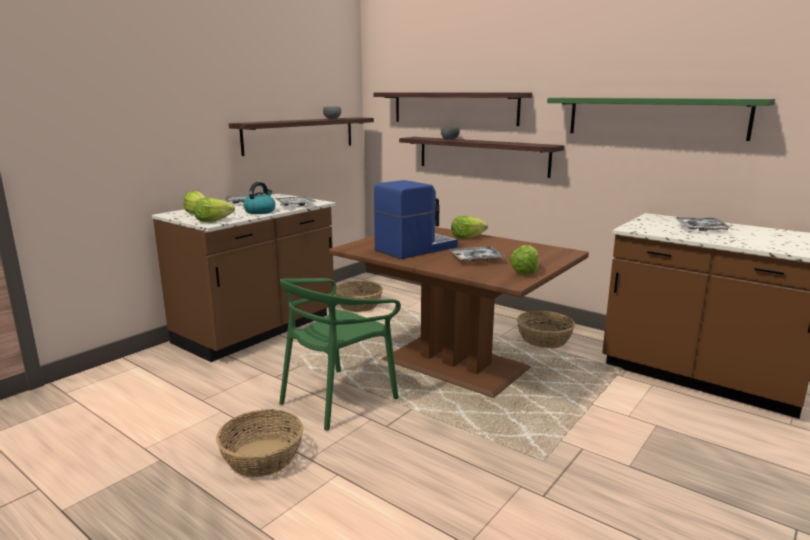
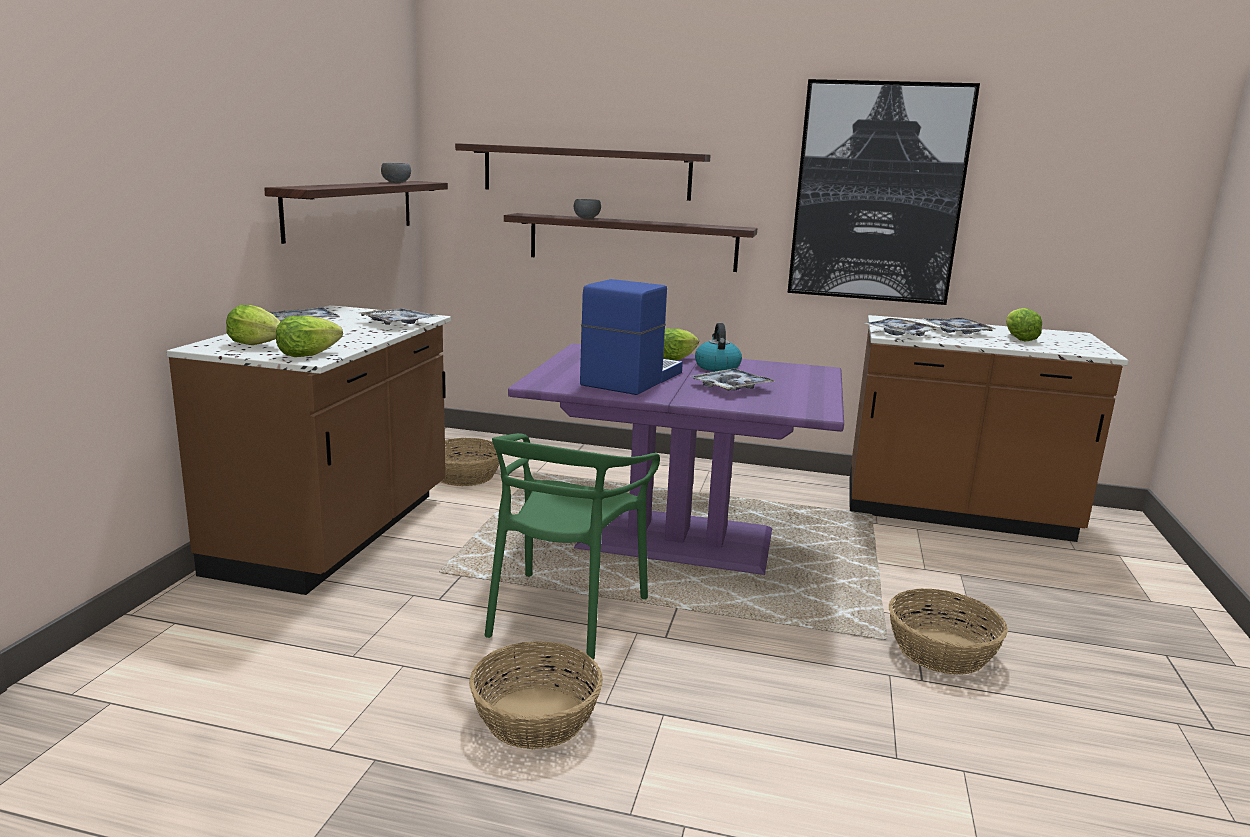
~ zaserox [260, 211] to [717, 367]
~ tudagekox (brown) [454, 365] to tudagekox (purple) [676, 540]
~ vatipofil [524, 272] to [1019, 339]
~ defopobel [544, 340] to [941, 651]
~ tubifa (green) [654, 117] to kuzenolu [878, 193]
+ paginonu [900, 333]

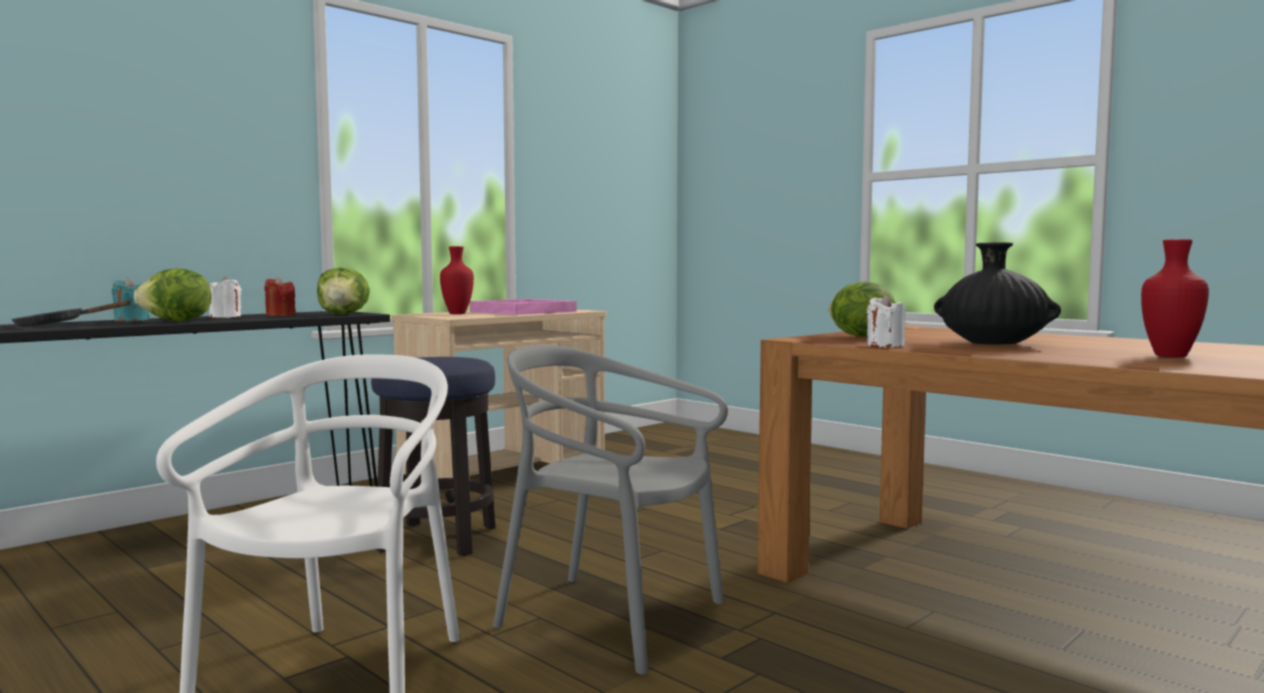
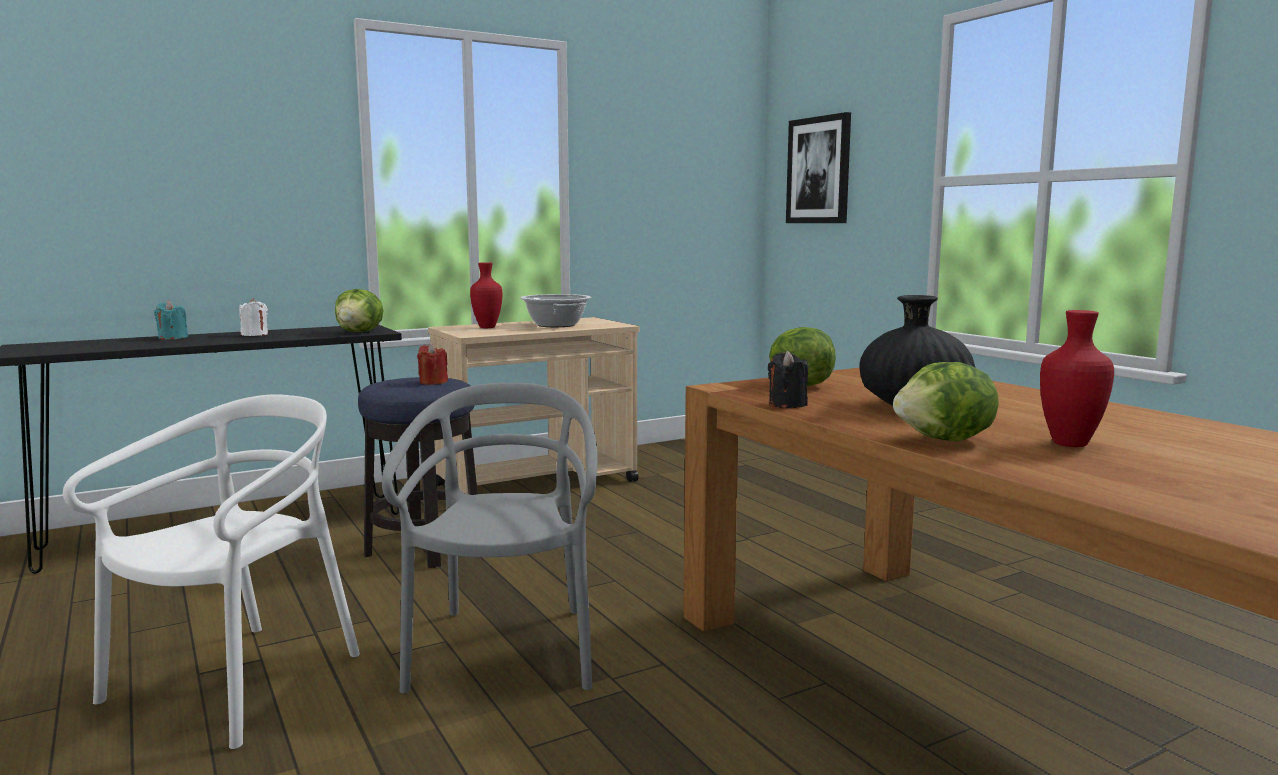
- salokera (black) [57, 325]
~ vatipofil [177, 321] to [946, 440]
~ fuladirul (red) [280, 315] to [433, 382]
~ paginonu (pink) [524, 311] to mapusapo [556, 325]
~ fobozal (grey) [611, 618] = [506, 650] 45 degrees clockwise
~ fuladirul (white) [885, 346] to fuladirul (black) [787, 404]
+ kuzenolu [819, 170]

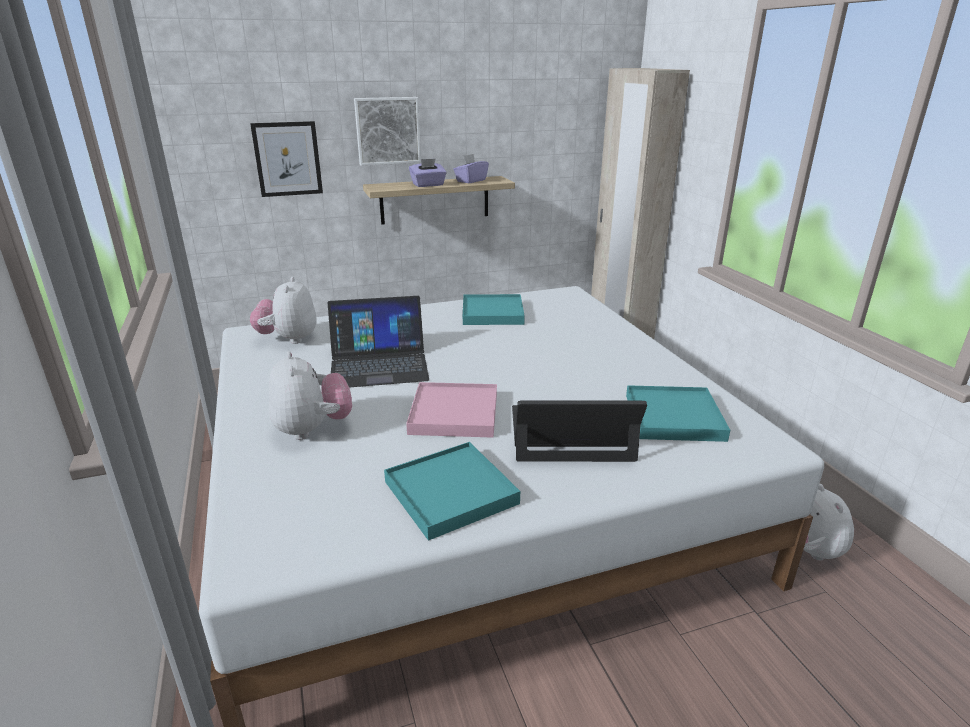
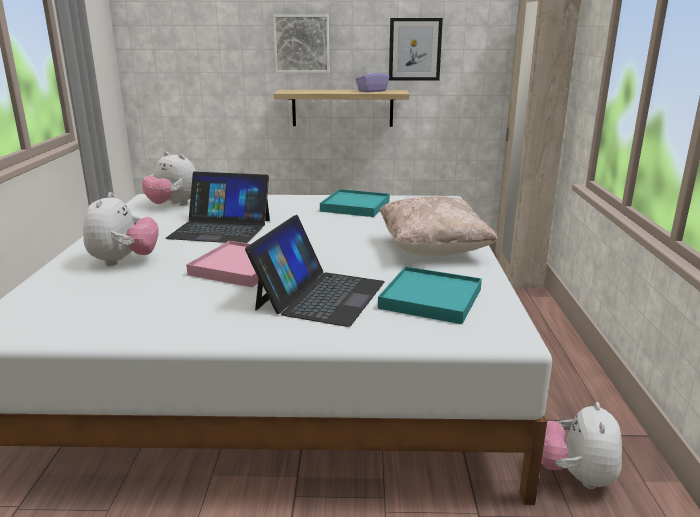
~ kuzenolu [287, 159] to [415, 49]
~ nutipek [288, 339] = [173, 205] 75 degrees counterclockwise
- paginonu (turquoise) [450, 492]
- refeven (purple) [428, 185]
~ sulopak [570, 434] = [320, 295] 90 degrees clockwise
+ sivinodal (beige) [433, 250]

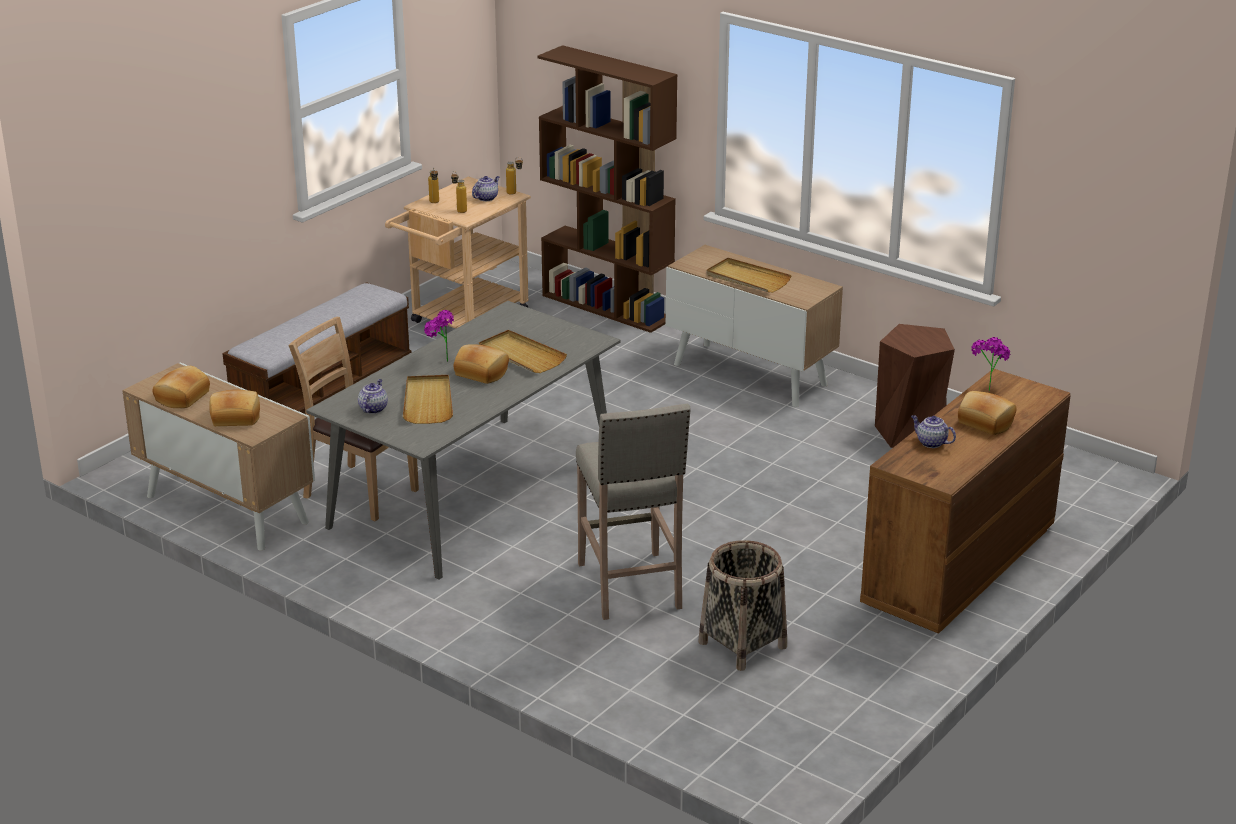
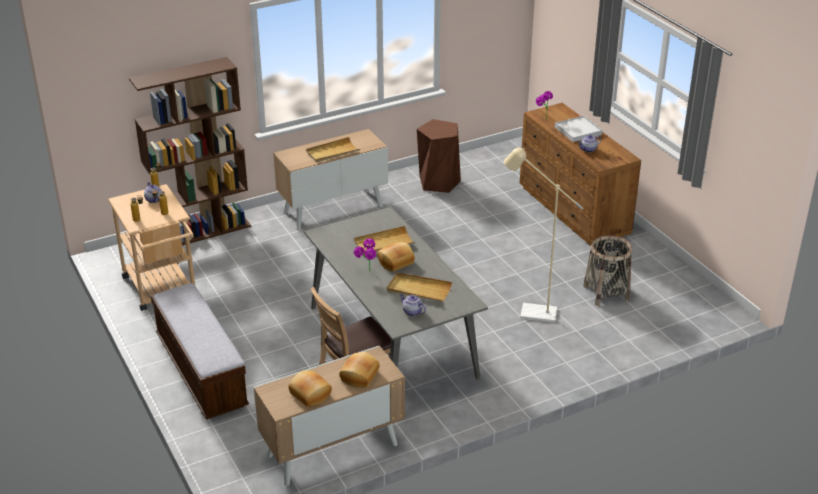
~ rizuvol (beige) [630, 587] to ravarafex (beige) [531, 313]
~ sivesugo [985, 423] to paginonu (white) [578, 131]

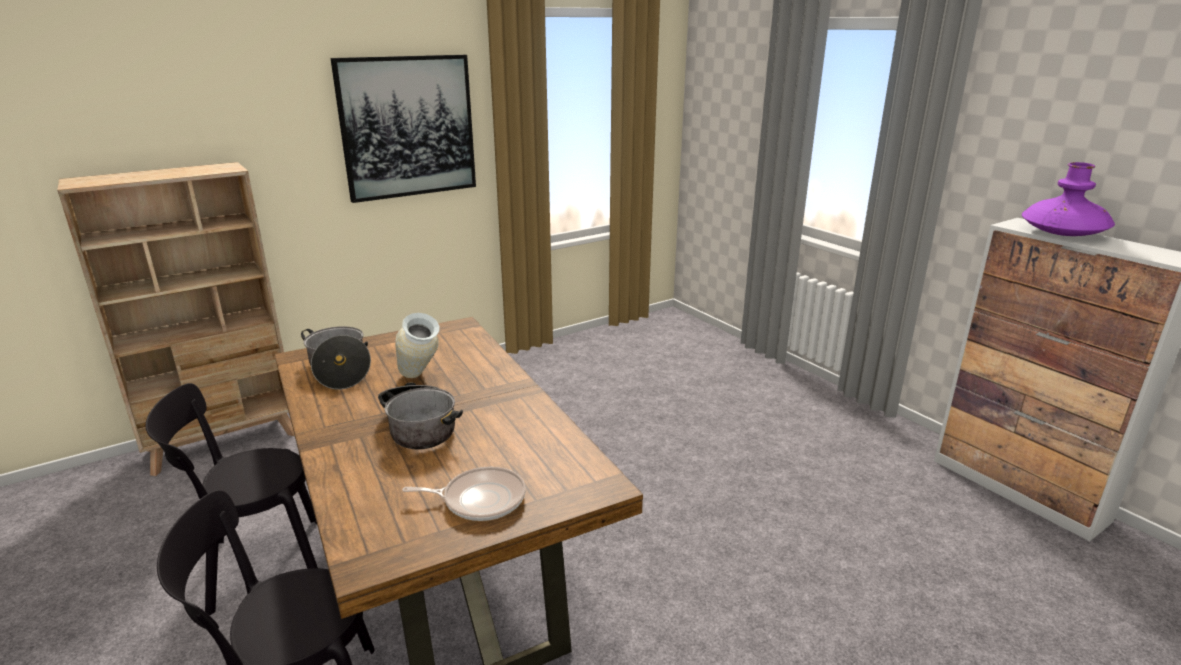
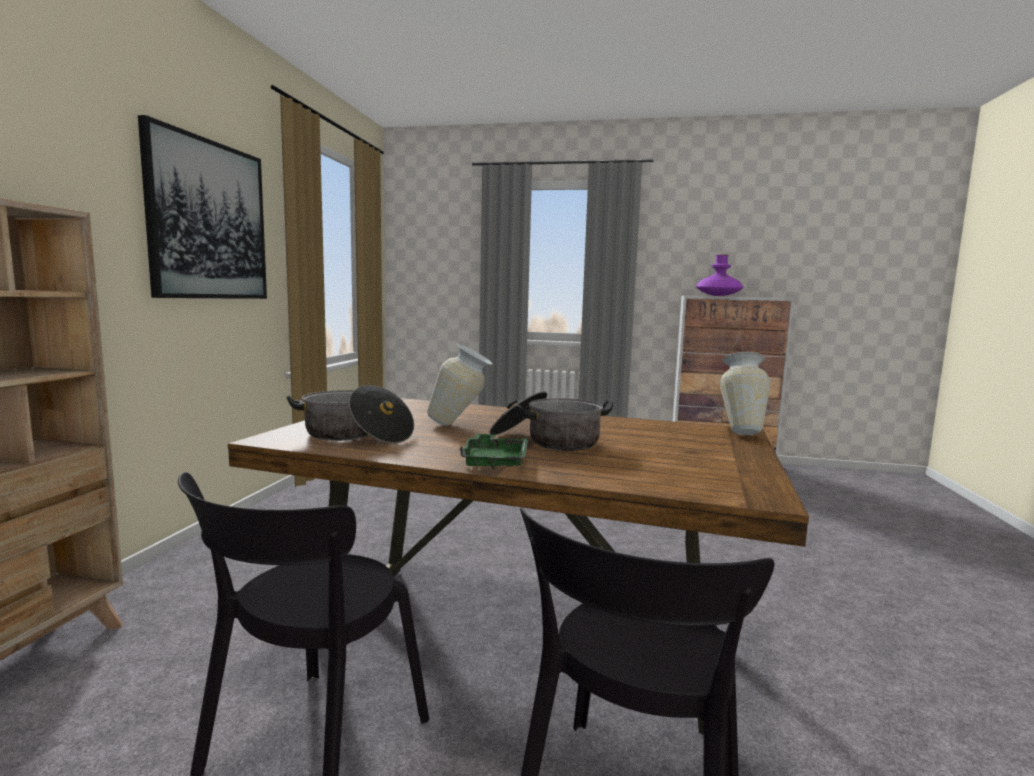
- salokera [480, 499]
+ paginonu (green) [494, 461]
+ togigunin [741, 432]

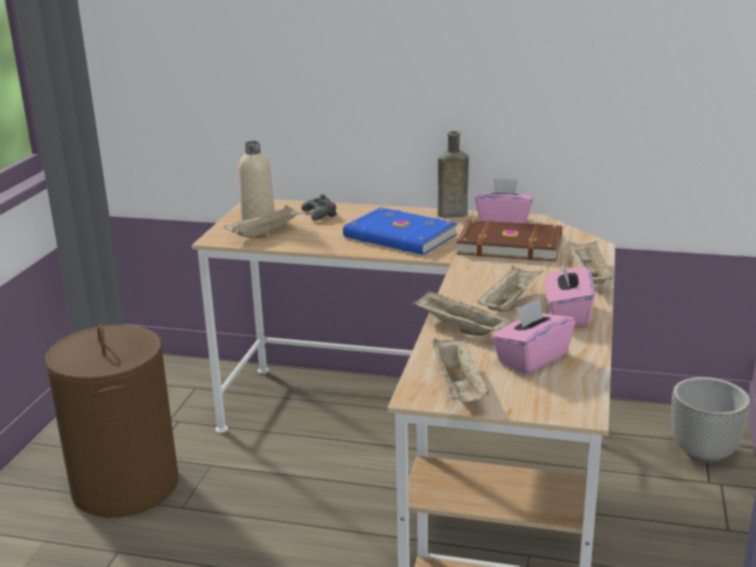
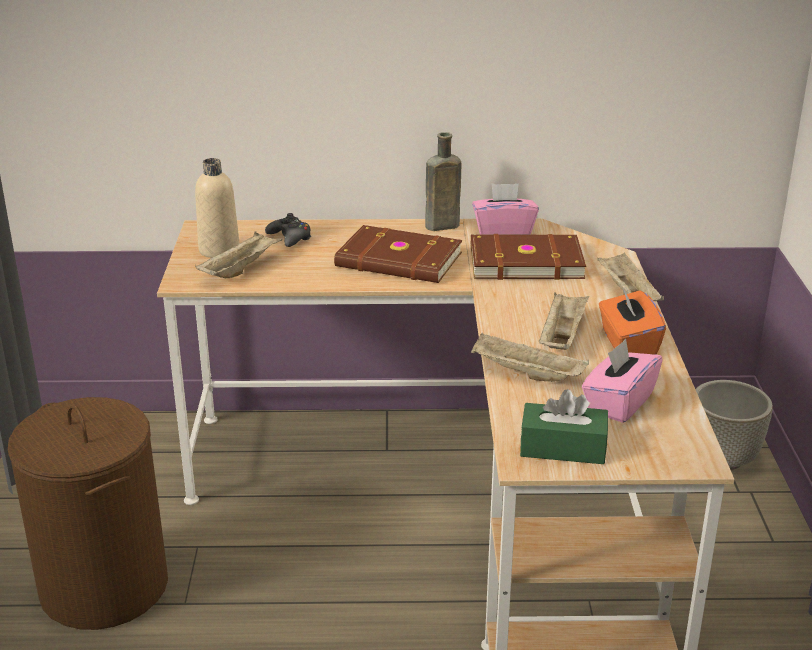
~ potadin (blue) [399, 237] to potadin (brown) [399, 261]
~ paginonu (beige) [459, 388] to refeven (green) [563, 448]
~ refeven (pink) [567, 313] to refeven (orange) [627, 344]

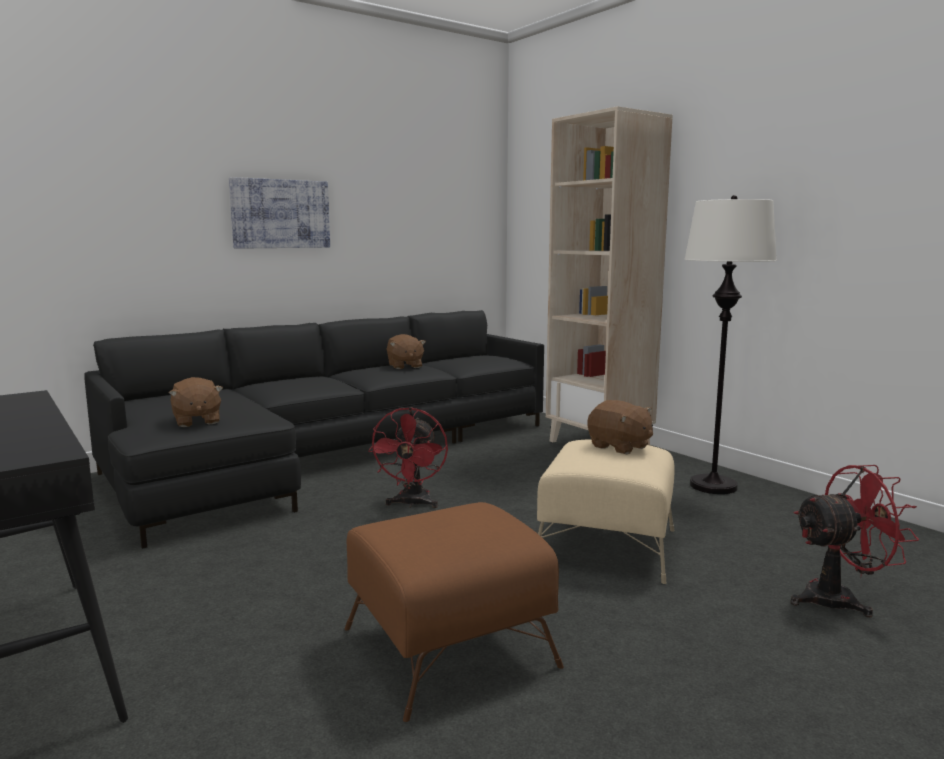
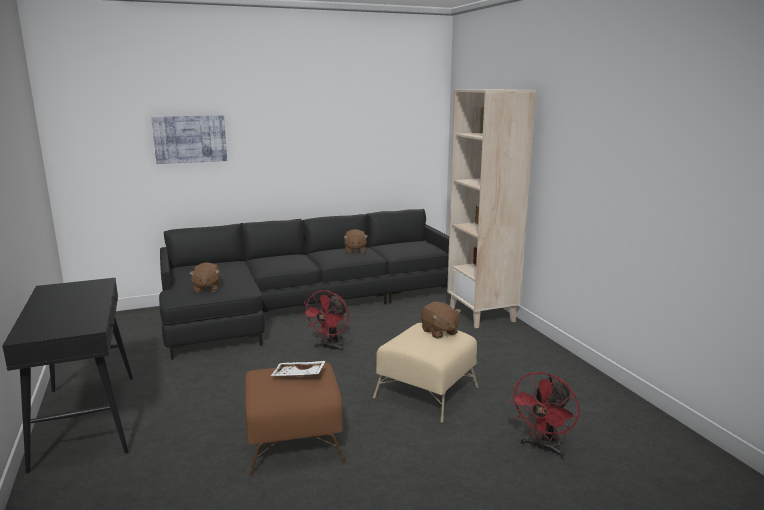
~ kuzenolu [280, 214] to [190, 139]
- ravarafex (white) [712, 486]
~ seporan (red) [840, 599] = [543, 448] 120 degrees clockwise
+ paginonu (white) [298, 375]

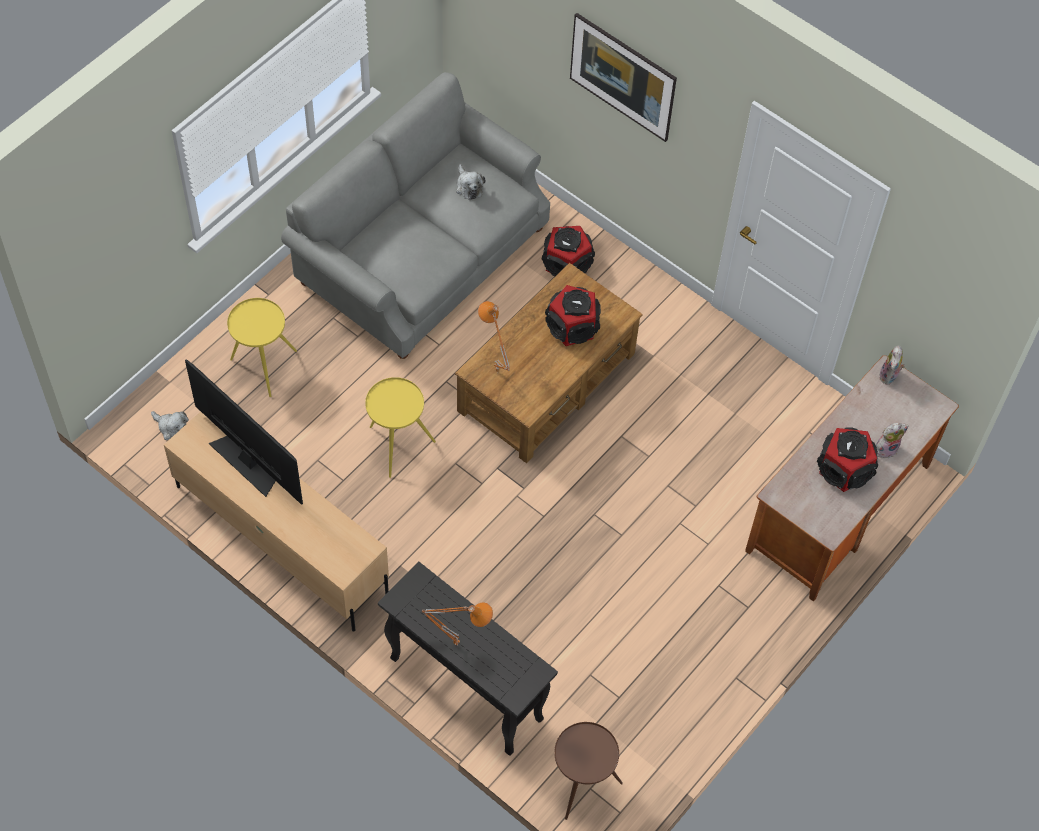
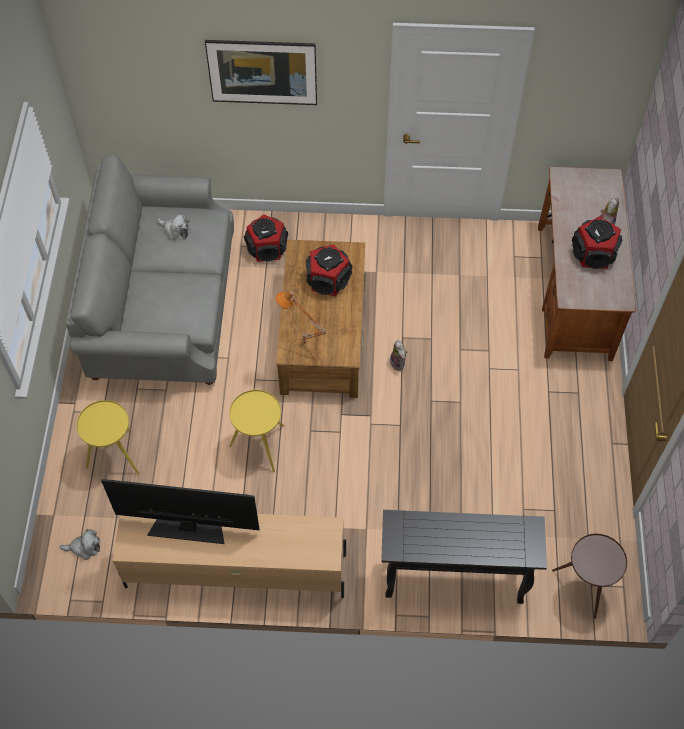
- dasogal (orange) [457, 643]
~ nutipek [889, 376] to [399, 363]

